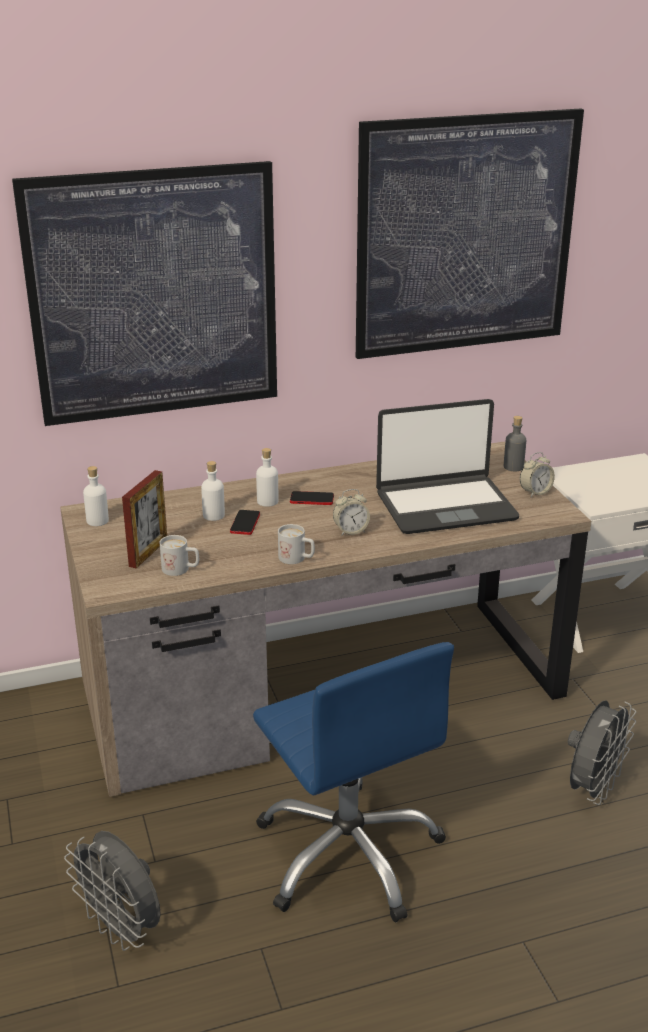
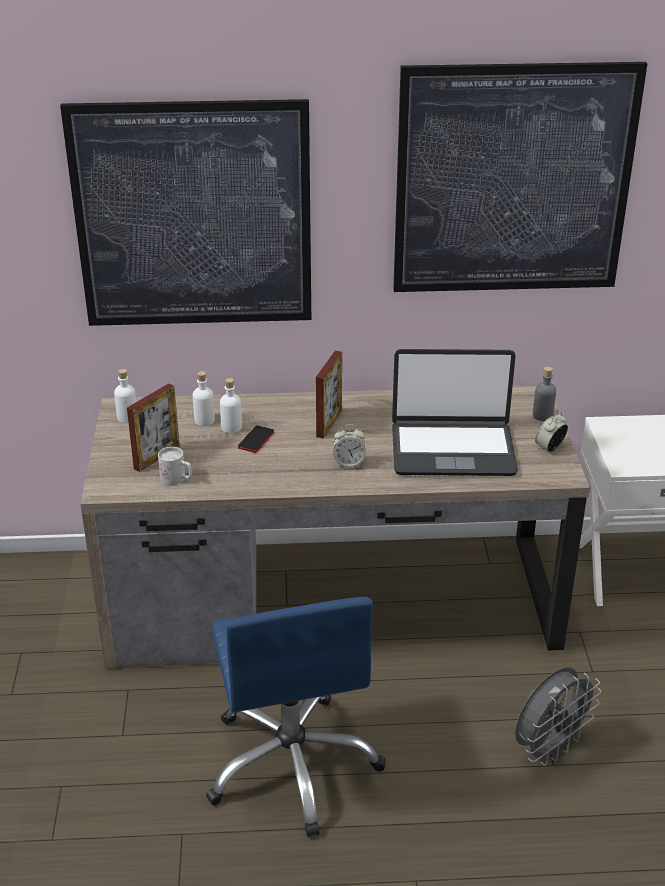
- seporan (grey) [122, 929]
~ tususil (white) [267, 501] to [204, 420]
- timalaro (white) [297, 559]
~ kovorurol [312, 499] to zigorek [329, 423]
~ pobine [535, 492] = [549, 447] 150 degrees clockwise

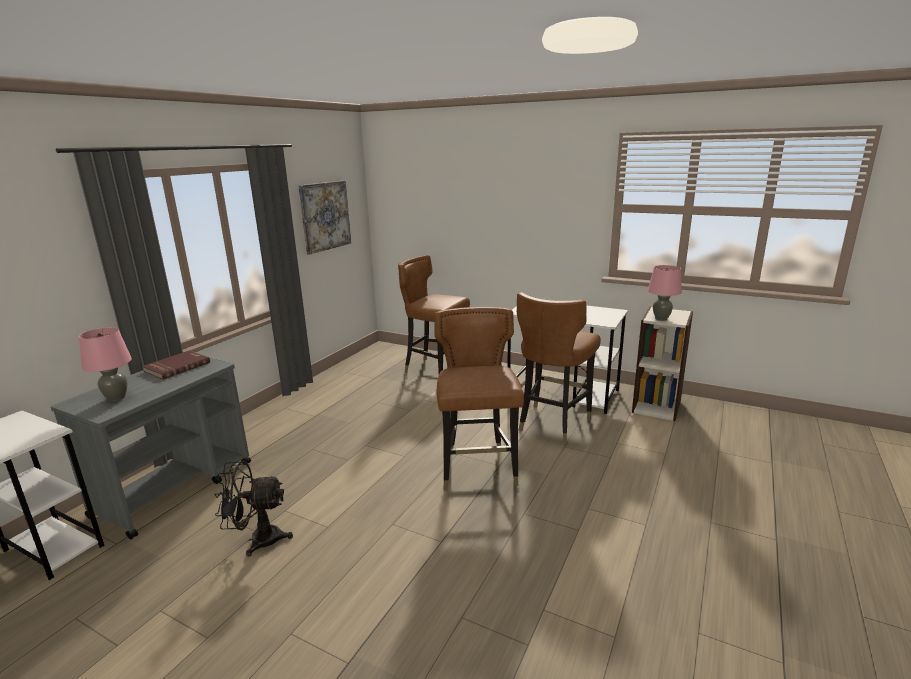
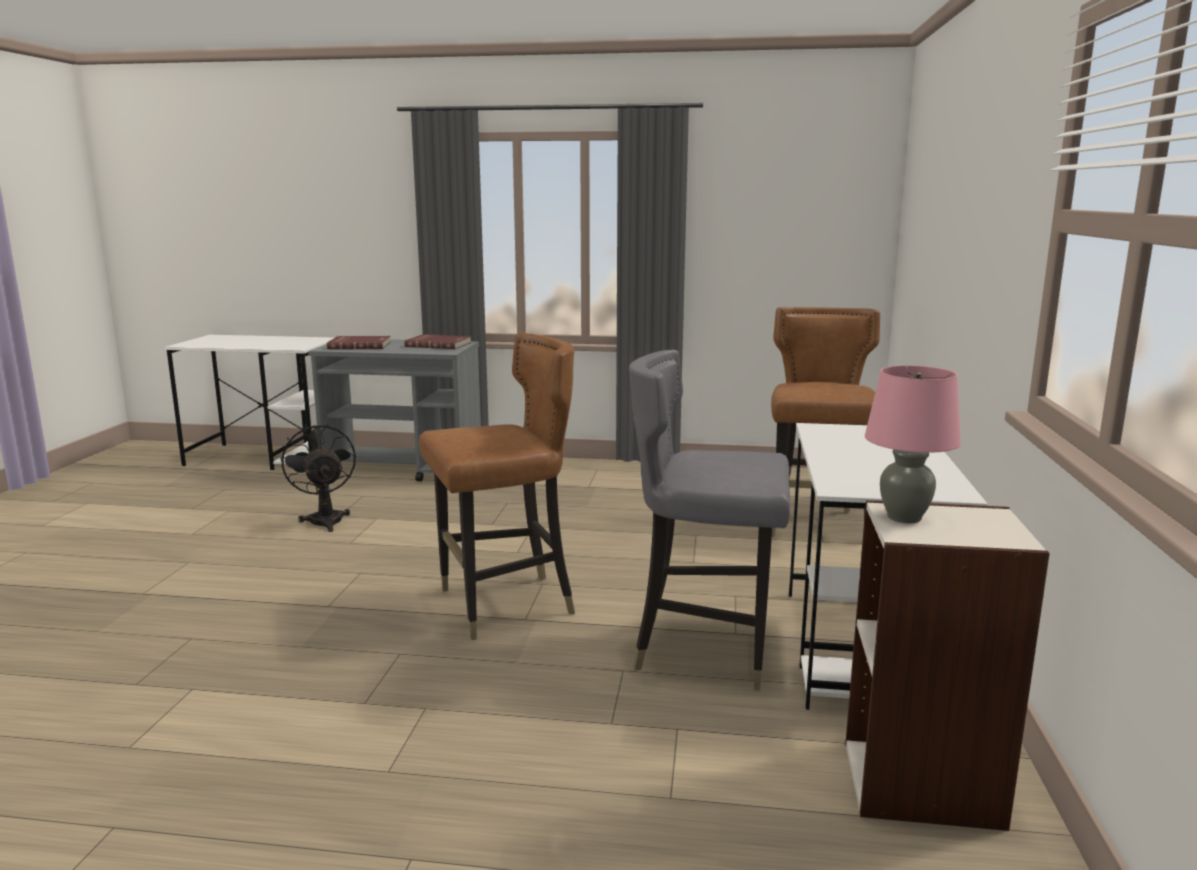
~ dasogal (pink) [116, 398] to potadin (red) [360, 345]
- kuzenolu [325, 216]
~ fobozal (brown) [552, 423] to fobozal (grey) [705, 650]

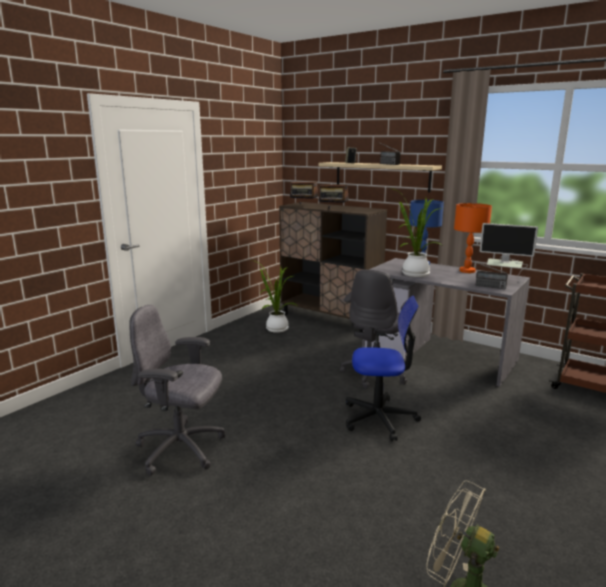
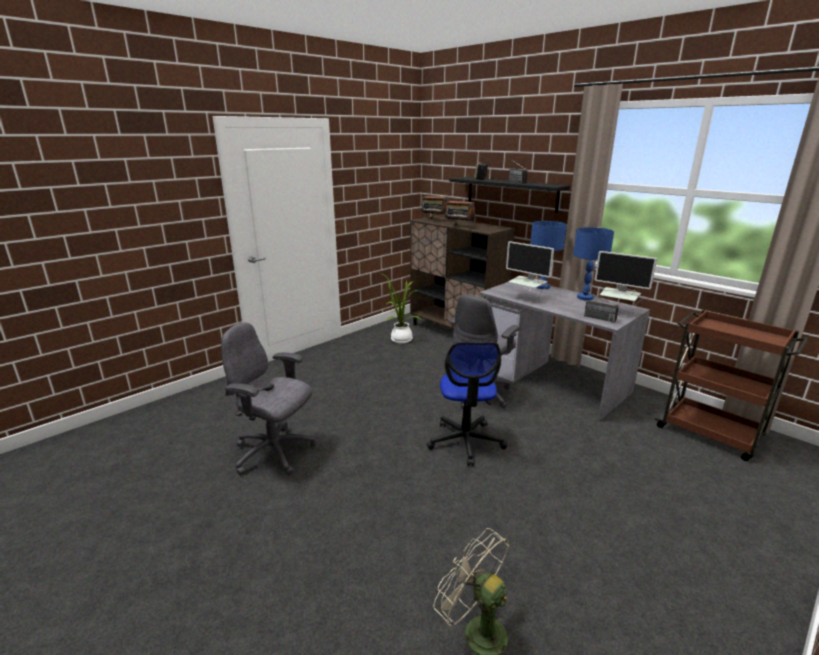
~ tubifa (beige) [381, 176] to tubifa (black) [511, 194]
~ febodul [379, 418] = [465, 442] 75 degrees clockwise
~ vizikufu [413, 273] to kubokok [526, 297]
~ dasogal (orange) [467, 271] to dasogal (blue) [584, 297]

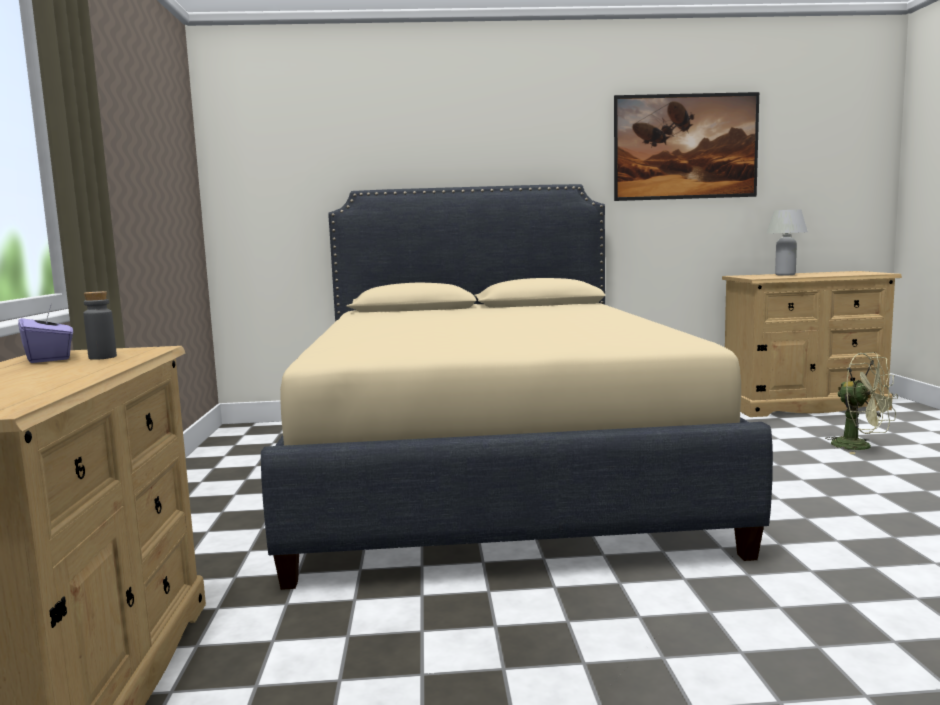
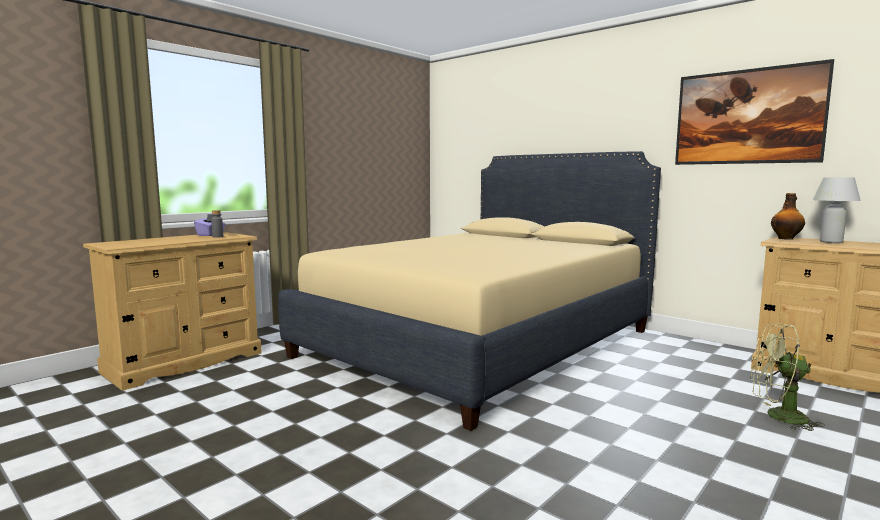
~ seporan (green) [860, 447] = [778, 417] 105 degrees clockwise
+ tususil [786, 238]

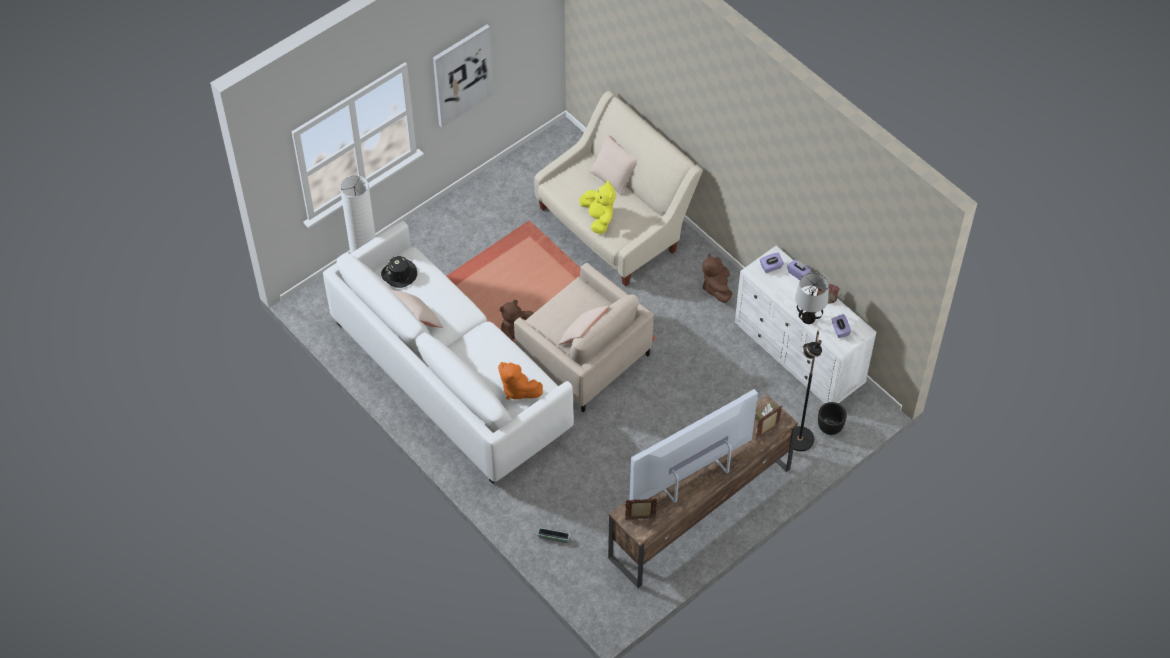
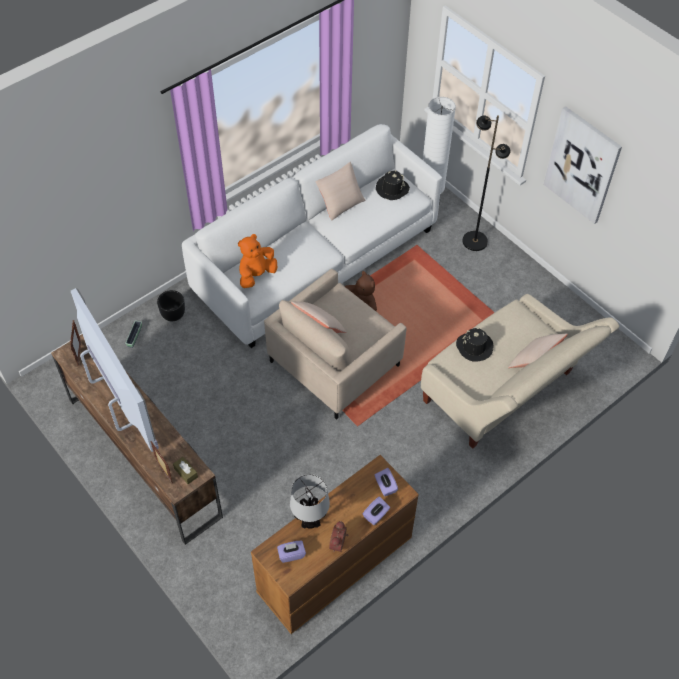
~ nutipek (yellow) [598, 218] to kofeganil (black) [474, 347]
- nutipek (brown) [716, 288]
~ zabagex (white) [799, 354] to zabagex (brown) [334, 566]
~ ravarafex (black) [799, 439] to [474, 241]
~ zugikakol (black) [829, 427] to [173, 314]

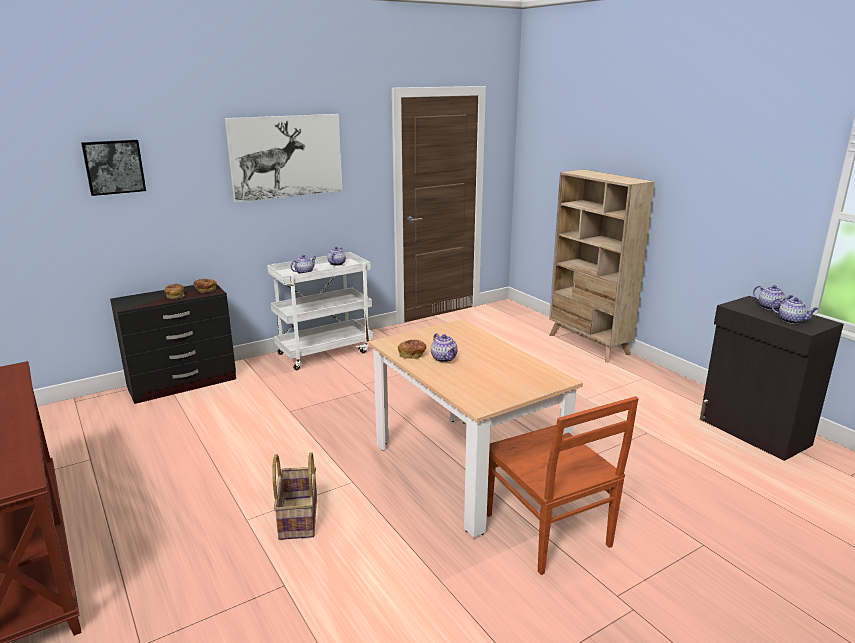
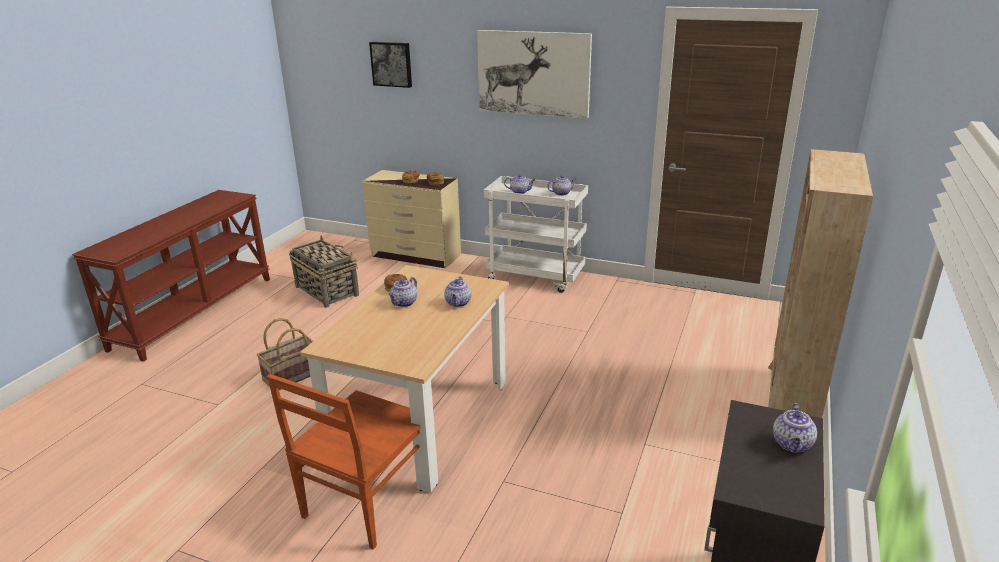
~ zabagex (black) [183, 383] to zabagex (beige) [416, 256]
~ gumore [791, 321] to [458, 303]
+ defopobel [326, 290]

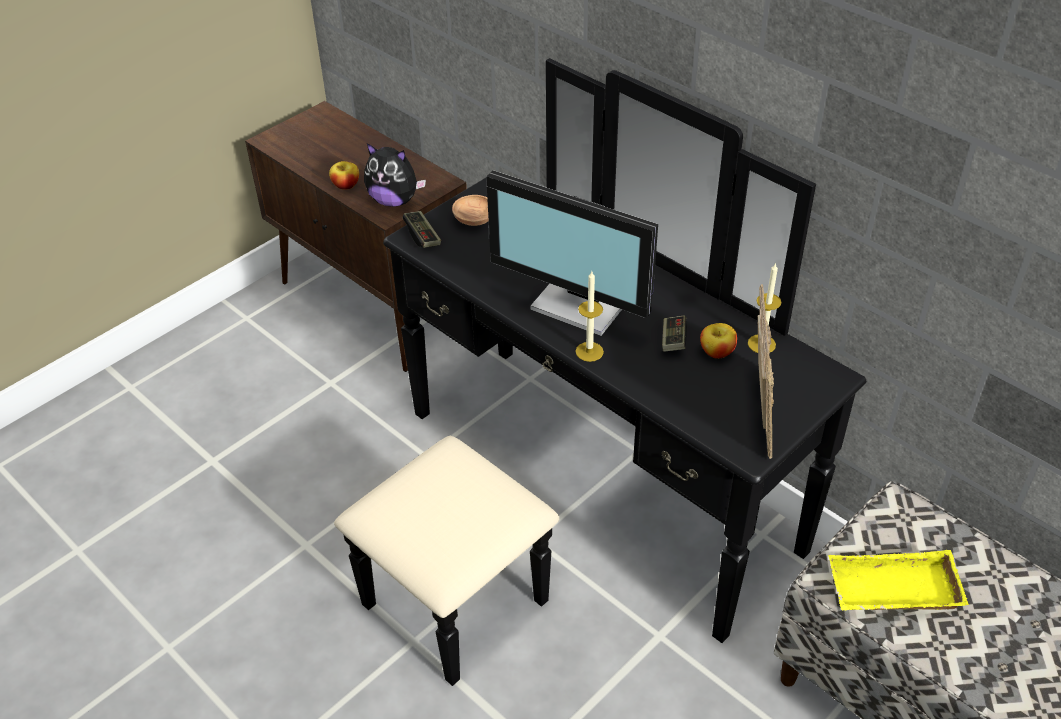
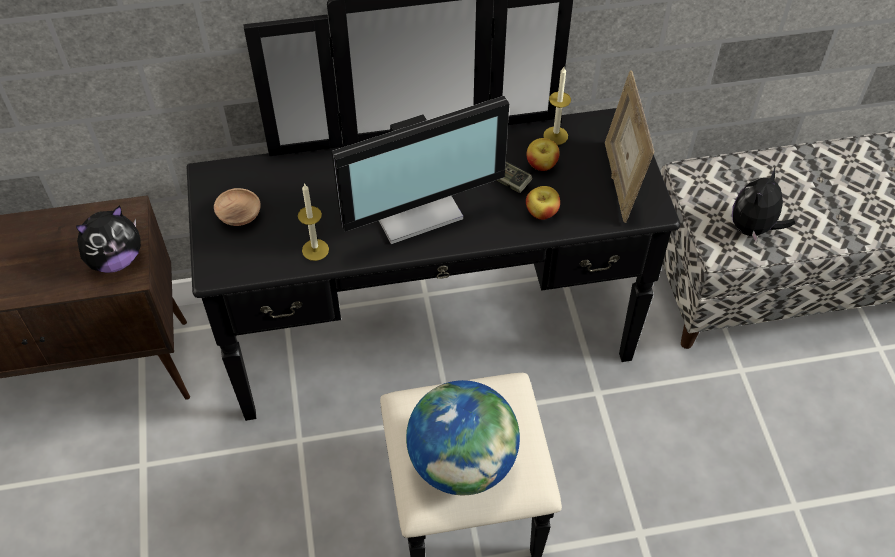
~ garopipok [346, 185] to [542, 212]
- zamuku [422, 236]
~ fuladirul [589, 351] to [315, 250]
~ zigorek [758, 412] = [620, 181] 135 degrees counterclockwise
~ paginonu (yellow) [892, 592] to nutipek [753, 228]
+ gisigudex [462, 463]

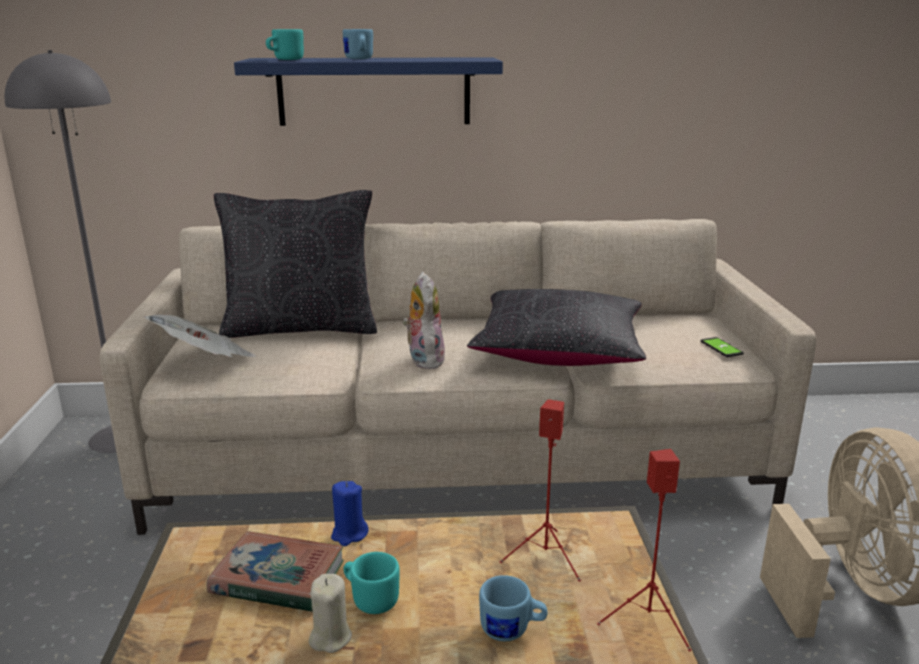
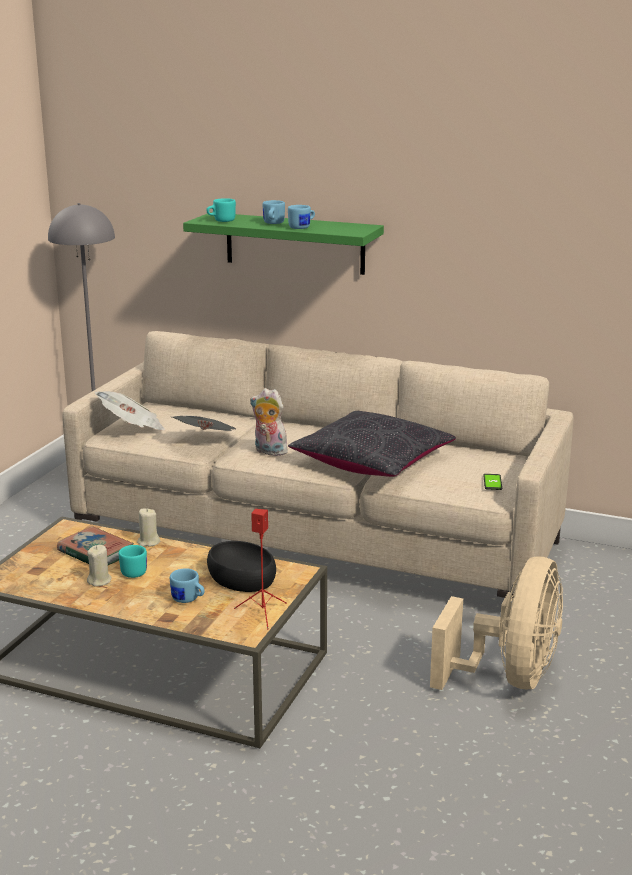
- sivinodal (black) [301, 327]
~ tubifa (blue) [374, 91] to tubifa (green) [294, 243]
~ fuladirul (blue) [349, 534] to fuladirul (beige) [148, 542]
~ nutipek [423, 359] = [268, 451] 75 degrees counterclockwise
~ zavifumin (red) [546, 557] to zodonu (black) [242, 576]
+ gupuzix [206, 441]
+ timalaro (blue) [302, 227]

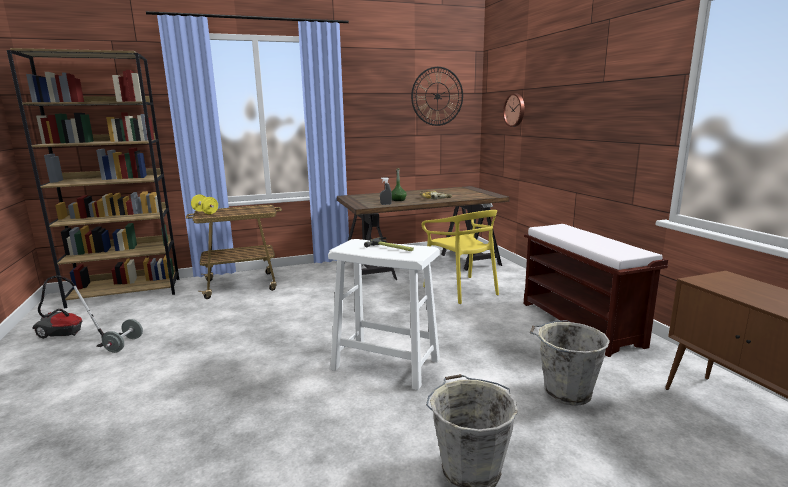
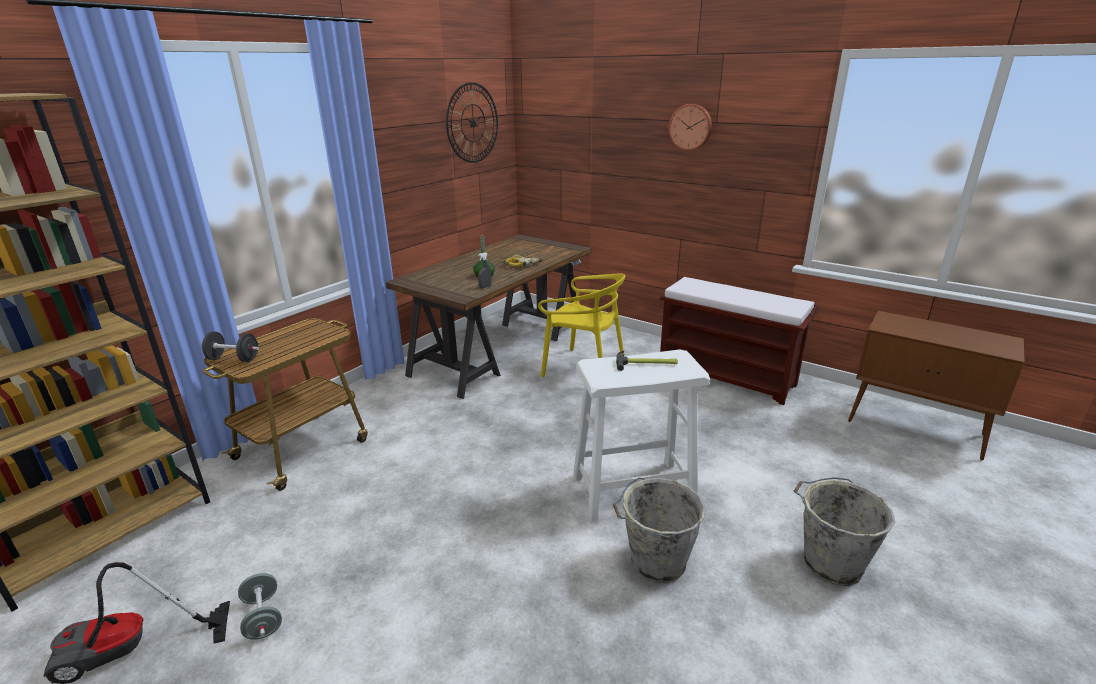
~ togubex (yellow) [205, 212] to togubex (black) [233, 359]
~ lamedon [515, 110] to [690, 127]
~ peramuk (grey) [565, 392] to [655, 562]

